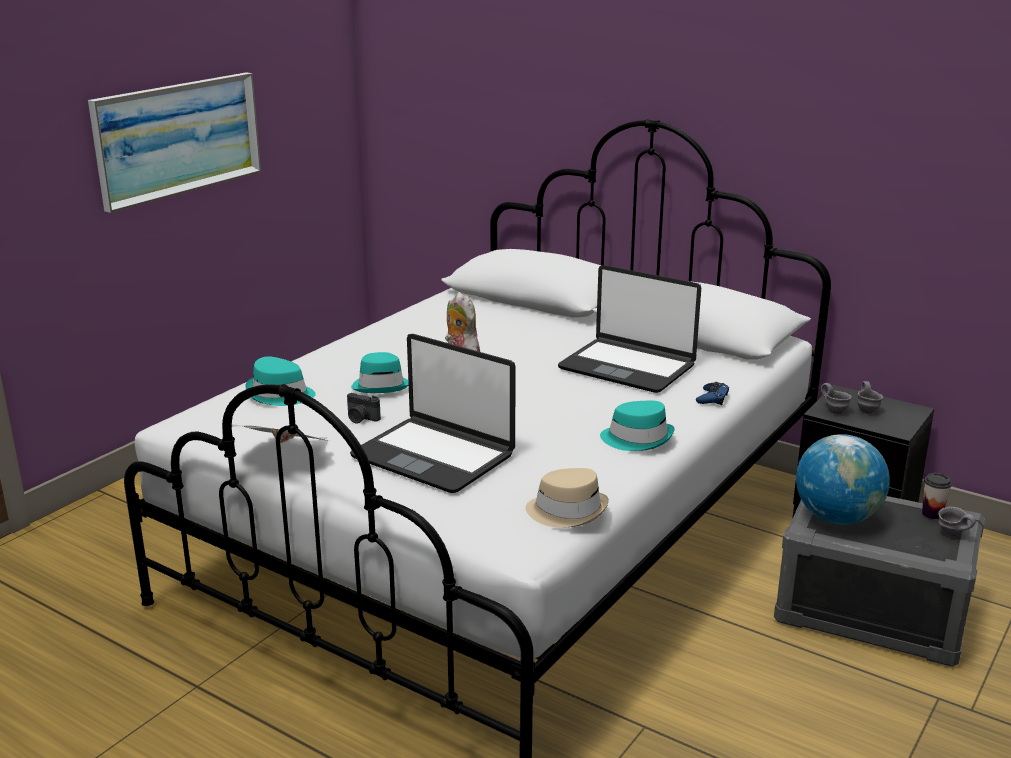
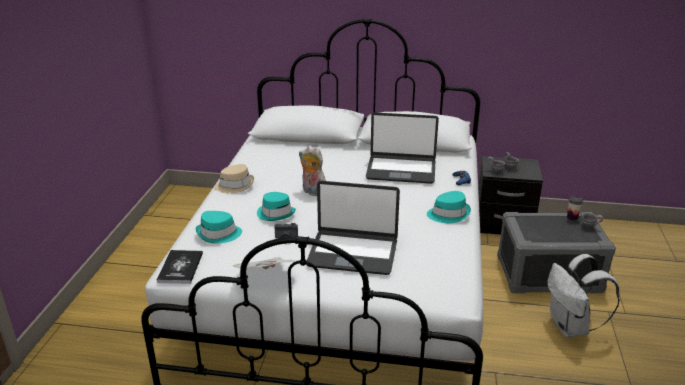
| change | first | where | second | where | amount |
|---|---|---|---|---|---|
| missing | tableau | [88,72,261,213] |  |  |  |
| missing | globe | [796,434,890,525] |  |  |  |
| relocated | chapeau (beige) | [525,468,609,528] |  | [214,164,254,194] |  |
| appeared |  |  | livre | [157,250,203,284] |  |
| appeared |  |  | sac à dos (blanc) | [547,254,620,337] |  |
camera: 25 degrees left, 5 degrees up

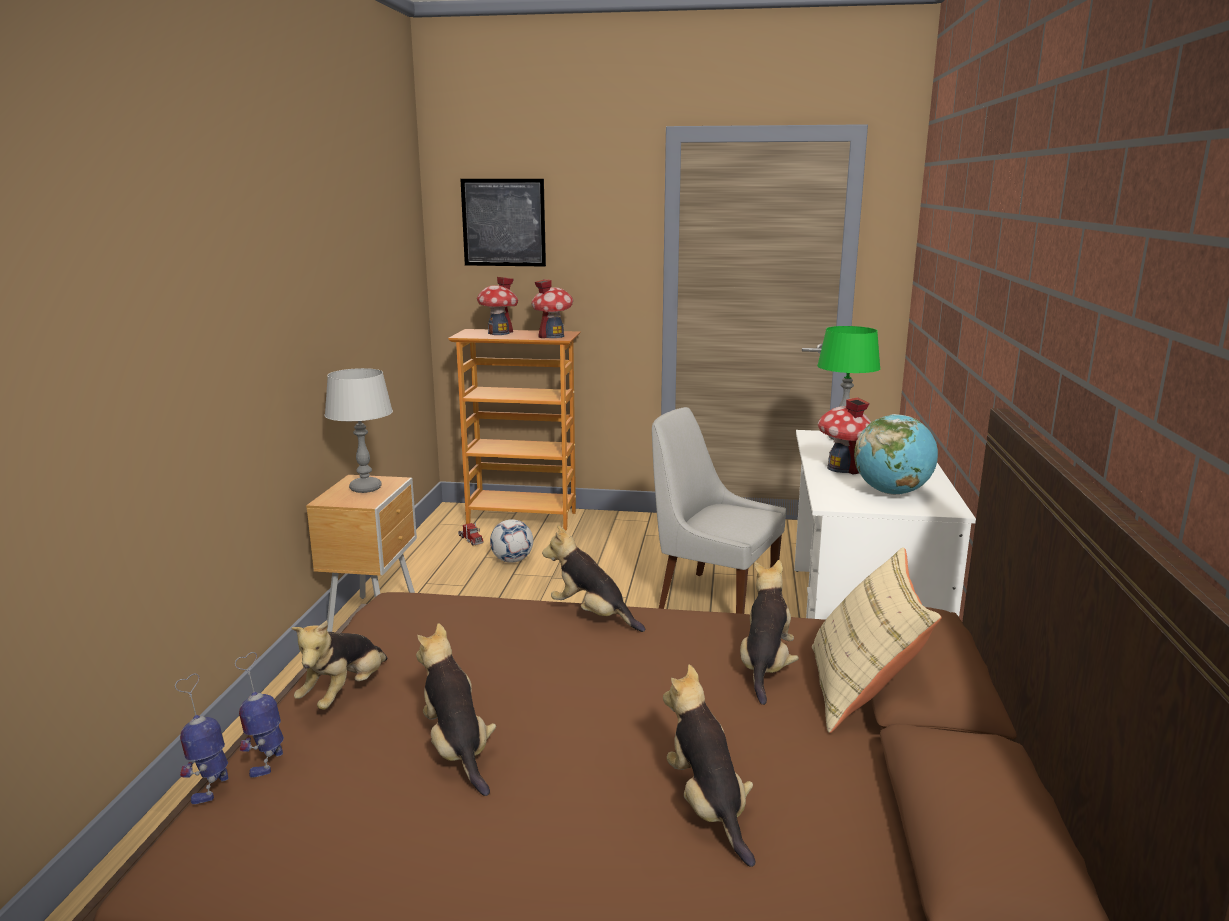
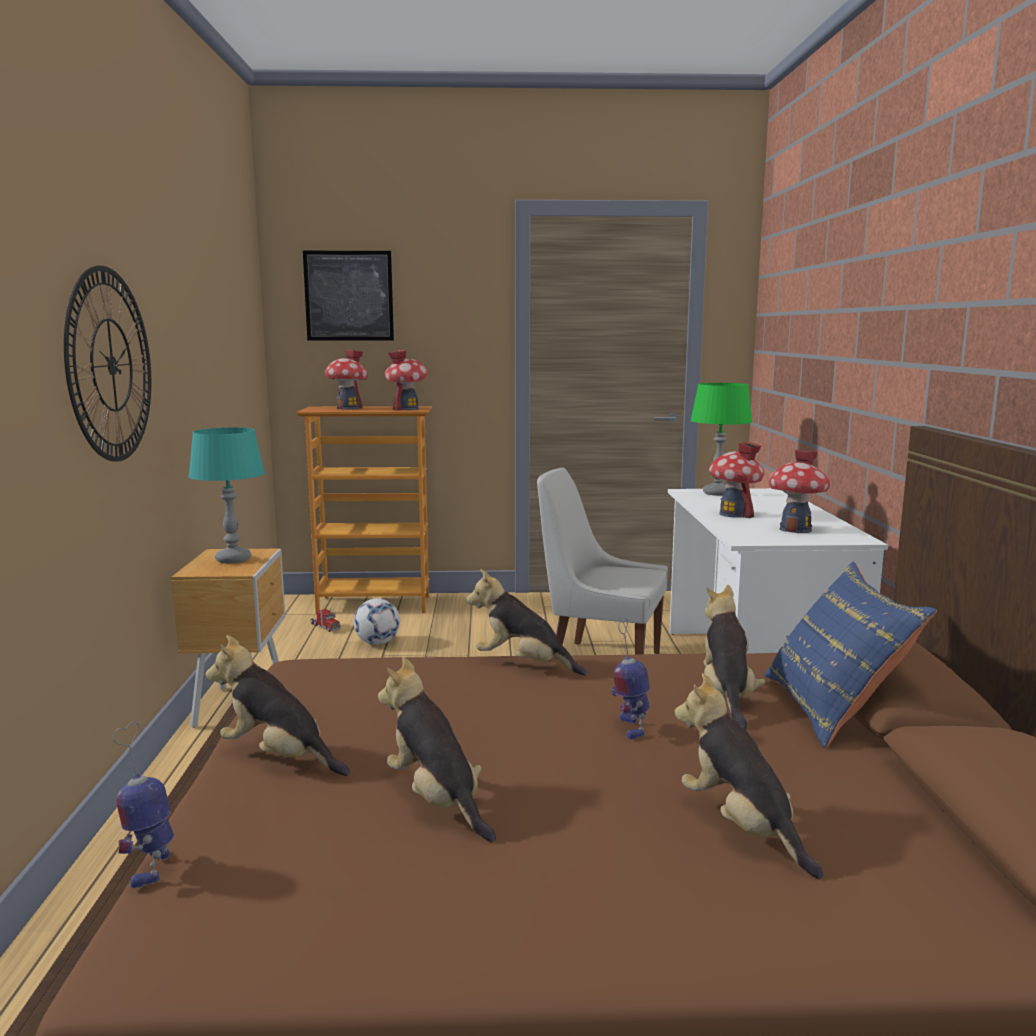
| change | first | where | second | where | amount |
|---|---|---|---|---|---|
| colour | lampe de table (gris) | [324,368,393,493] | lampe de table (turquoise) | [188,427,265,563] |  |
| exchanged | globe | [854,414,938,495] | maison miniature | [769,450,831,533] |  |
| colour | coussin (beige) | [812,547,942,733] | coussin (bleu) | [764,562,937,748] |  |
| spun | peluche | [291,620,388,710] |  | [206,635,350,776] | 105 degrees clockwise |
| relocated | robot jouet | [235,652,284,777] |  | [611,618,650,739] |  |
| appeared |  |  | horloge murale | [64,266,151,462] |  |
camera: 10 degrees left, 5 degrees down

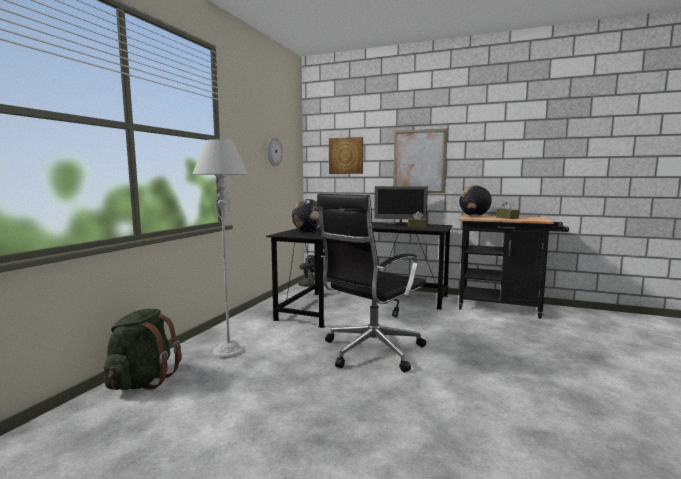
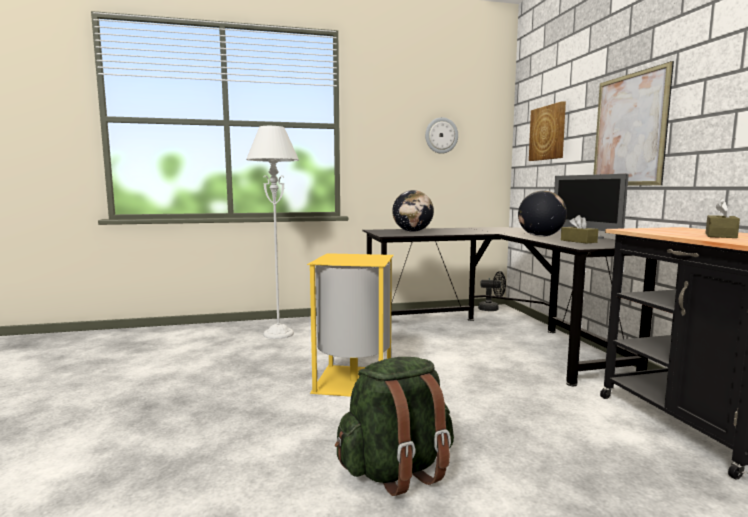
| change | first | where | second | where | amount |
|---|---|---|---|---|---|
| relocated | globe | [459,186,492,216] |  | [518,191,567,237] |  |
| exchanged | chaise de bureau (noir) | [317,194,426,372] | poubelle (jaune) | [307,253,394,397] |  |
| relocated | sac à dos (vert) | [104,309,182,390] |  | [335,357,454,496] |  |
camera: 55 degrees right, 0 degrees up

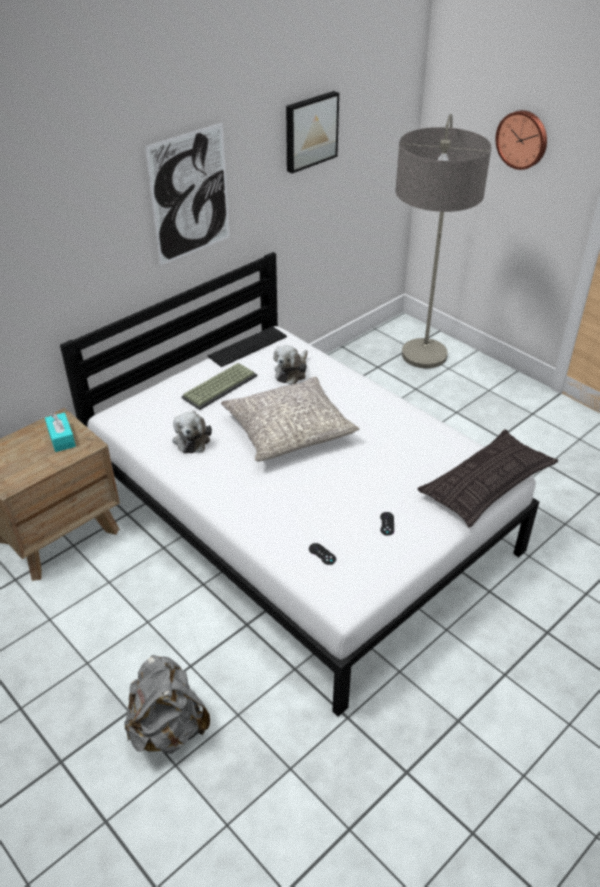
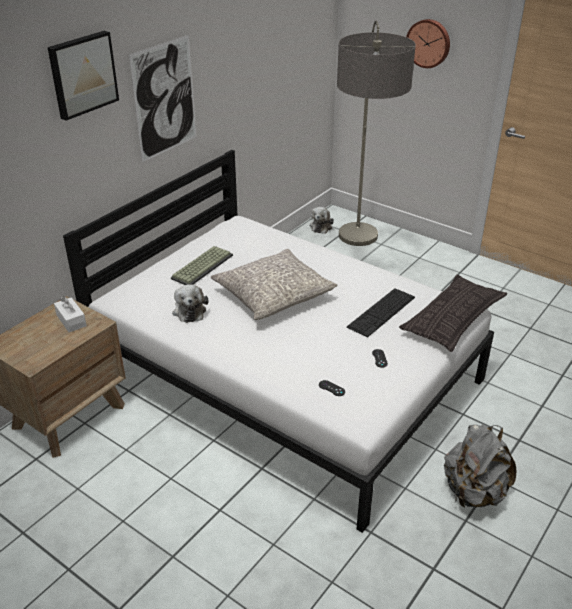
| change | first | where | second | where | amount |
|---|---|---|---|---|---|
| relocated | tableau | [286,91,339,174] |  | [47,31,119,121] |  |
| relocated | clavier | [207,326,287,367] |  | [347,288,415,337] |  |
| relocated | peluche | [273,345,308,385] |  | [310,207,334,234] |  |
| colour | boîte à mouchoirs (turquoise) | [45,413,76,452] | boîte à mouchoirs (blanc) | [54,297,87,332] |  |
| relocated | sac à dos (gris) | [124,655,210,754] |  | [444,424,516,508] |  |
camera: 10 degrees left, 5 degrees down

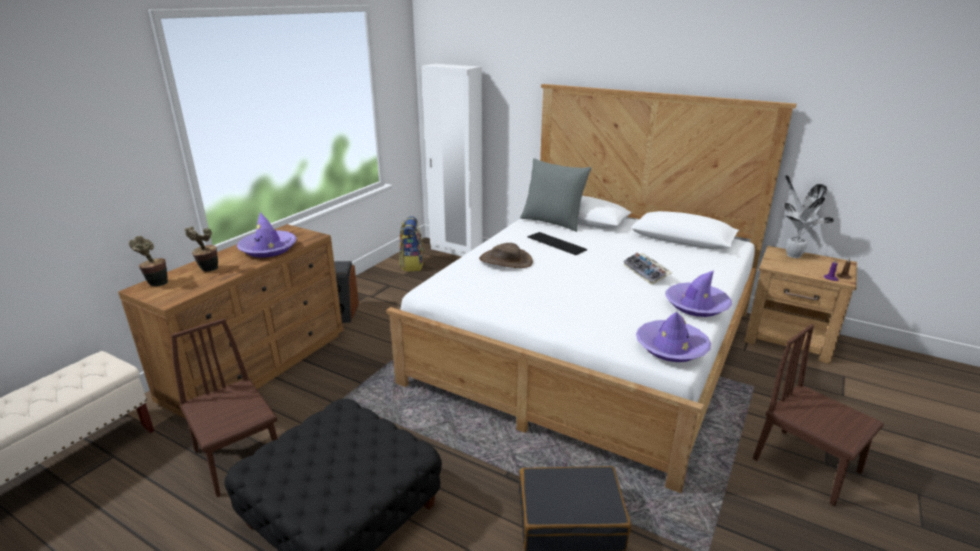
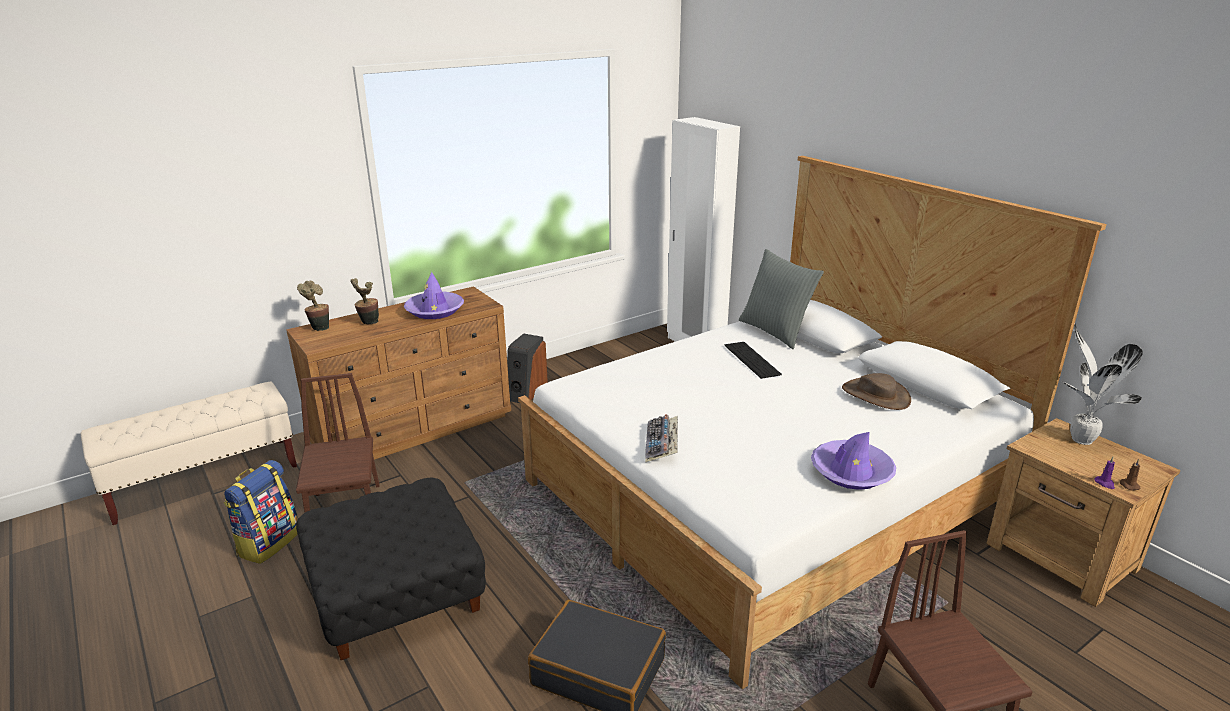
| change | first | where | second | where | amount |
|---|---|---|---|---|---|
| relocated | sac à dos | [399,216,424,271] |  | [224,460,298,564] |  |
| relocated | chapeau (marron) | [479,243,533,268] |  | [842,373,911,410] |  |
| relocated | clavier | [623,253,672,285] |  | [645,414,678,463] |  |
| missing | chapeau (violet) | [636,312,711,362] |  |  |  |
camera: 25 degrees right, 0 degrees up

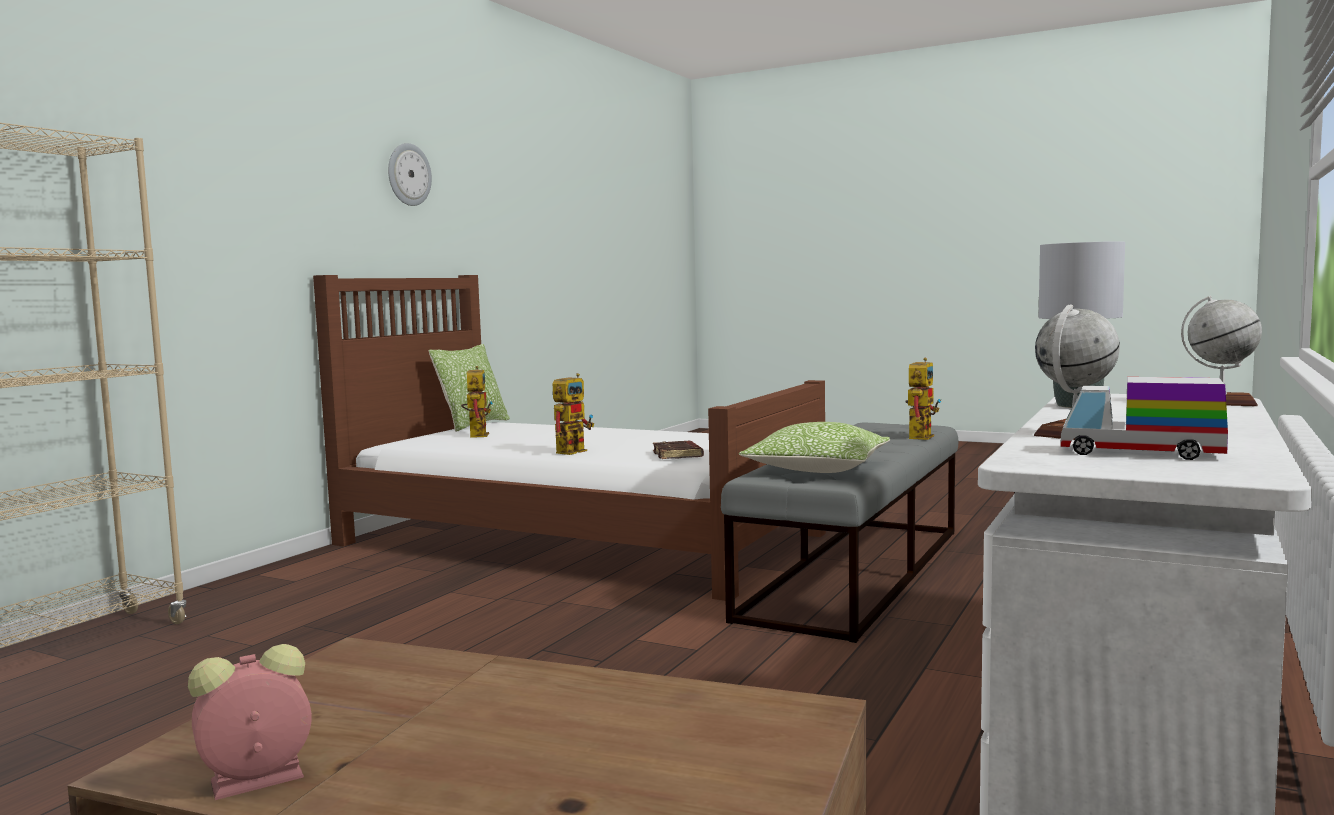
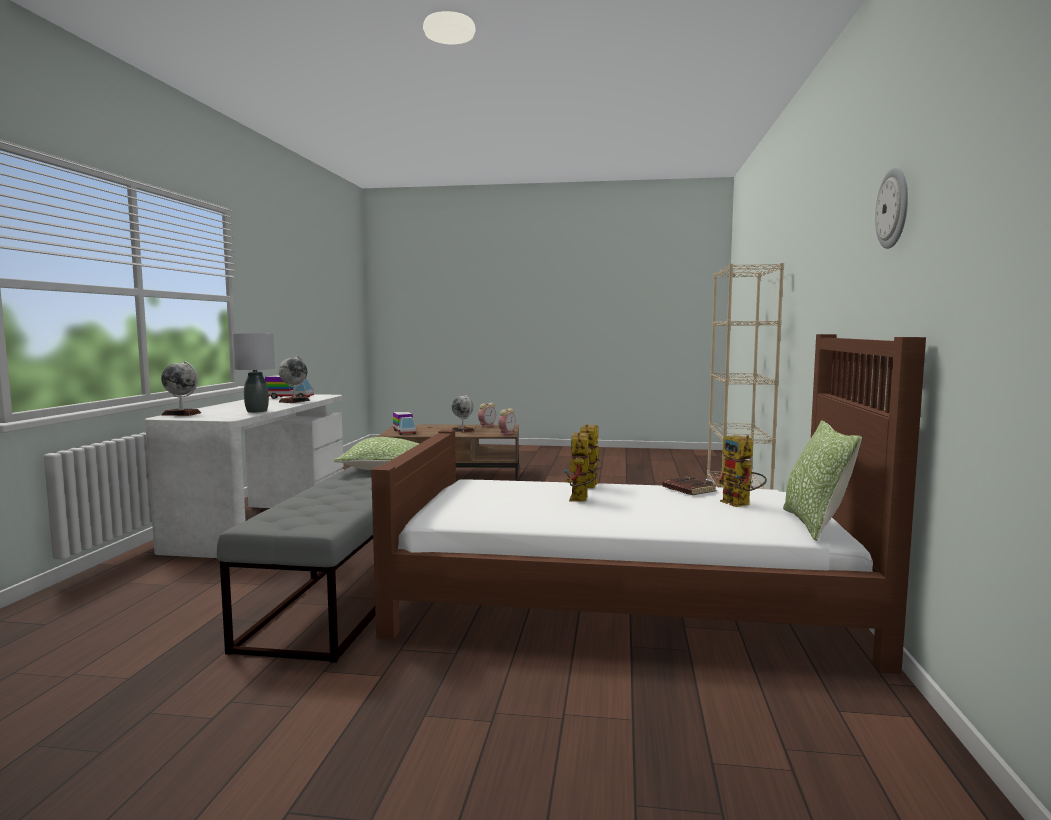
| change | first | where | second | where | amount |
|---|---|---|---|---|---|
| relocated | robot jouet | [905,358,941,440] |  | [564,432,597,501] |  |
| relocated | livre (marron) | [653,441,704,459] |  | [662,477,717,495] |  |
| appeared |  |  | globe | [452,395,474,433] |  |
| appeared |  |  | réveil | [499,408,516,435] |  |
| appeared |  |  | camion jouet | [393,412,416,435] |  |
camera: 160 degrees right, 0 degrees up

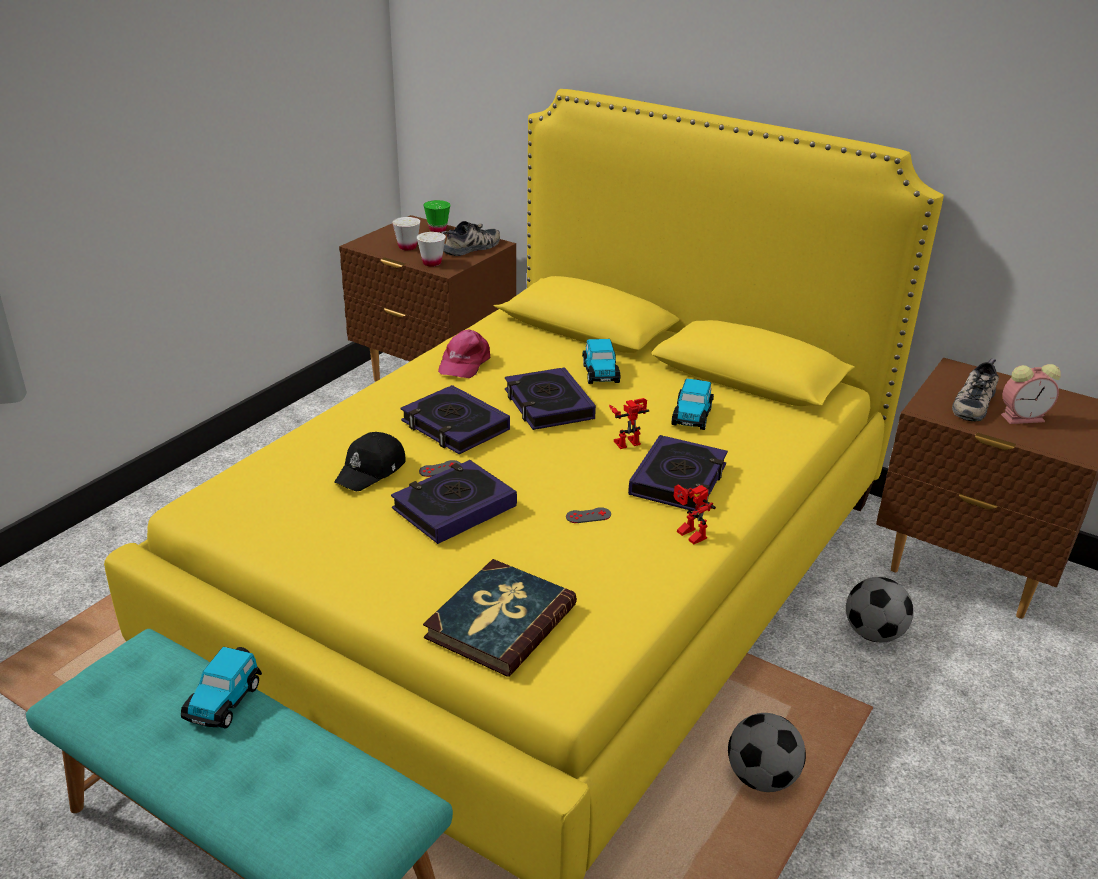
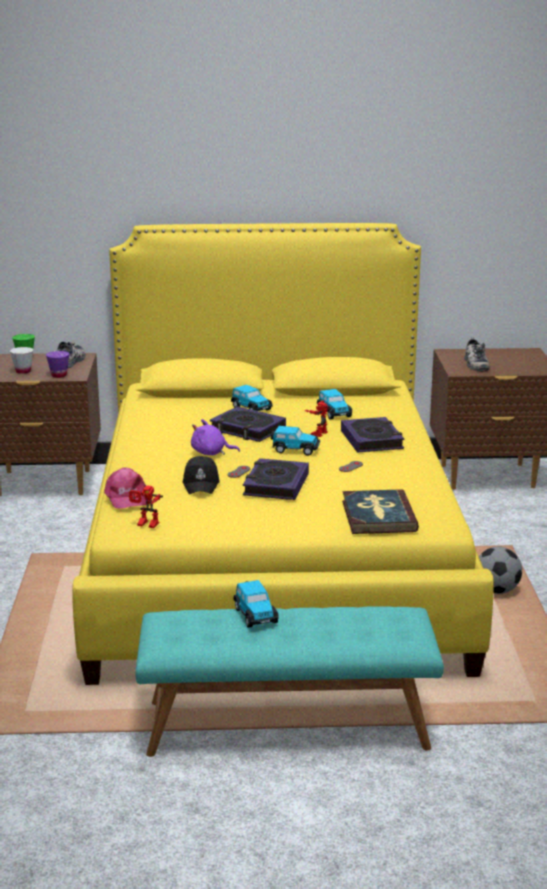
| change | first | where | second | where | amount |
|---|---|---|---|---|---|
| colour | tasse (blanc) | [417,232,446,266] | tasse (violet) | [46,351,69,378] |  |
| relocated | casquette (rose) | [438,329,490,378] |  | [104,467,146,509] |  |
| missing | réveil | [1001,364,1061,424] |  |  |  |
| exchanged | livre | [400,385,510,454] | peluche (violet) | [191,419,240,455] |  |
| relocated | robot jouet | [674,484,716,544] |  | [129,485,163,528] |  |
| missing | ballon de foot | [846,577,914,643] |  |  |  |
| appeared |  |  | petite voiture | [271,426,320,456] |  |
camera: 35 degrees left, 10 degrees down

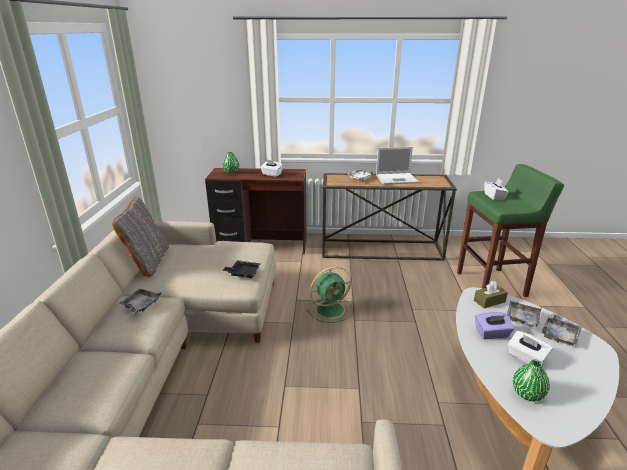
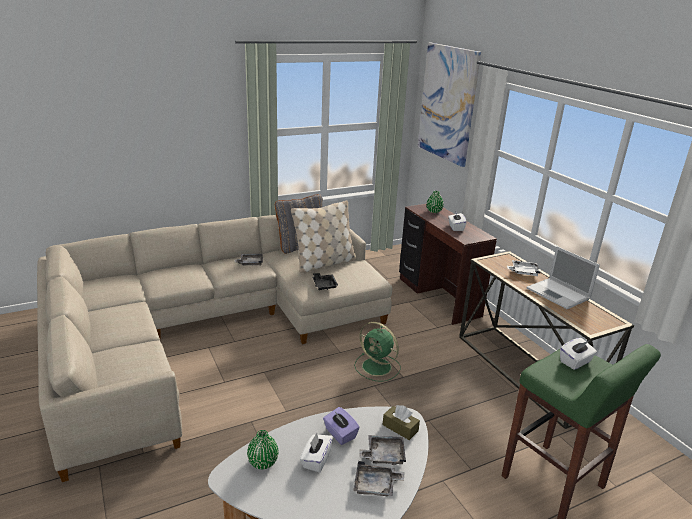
| change | first | where | second | where | amount |
|---|---|---|---|---|---|
| appeared |  |  | tableau | [418,43,481,167] |  |
| appeared |  |  | coussin (beige) | [291,200,356,273] |  |
camera: 60 degrees right, 0 degrees up

